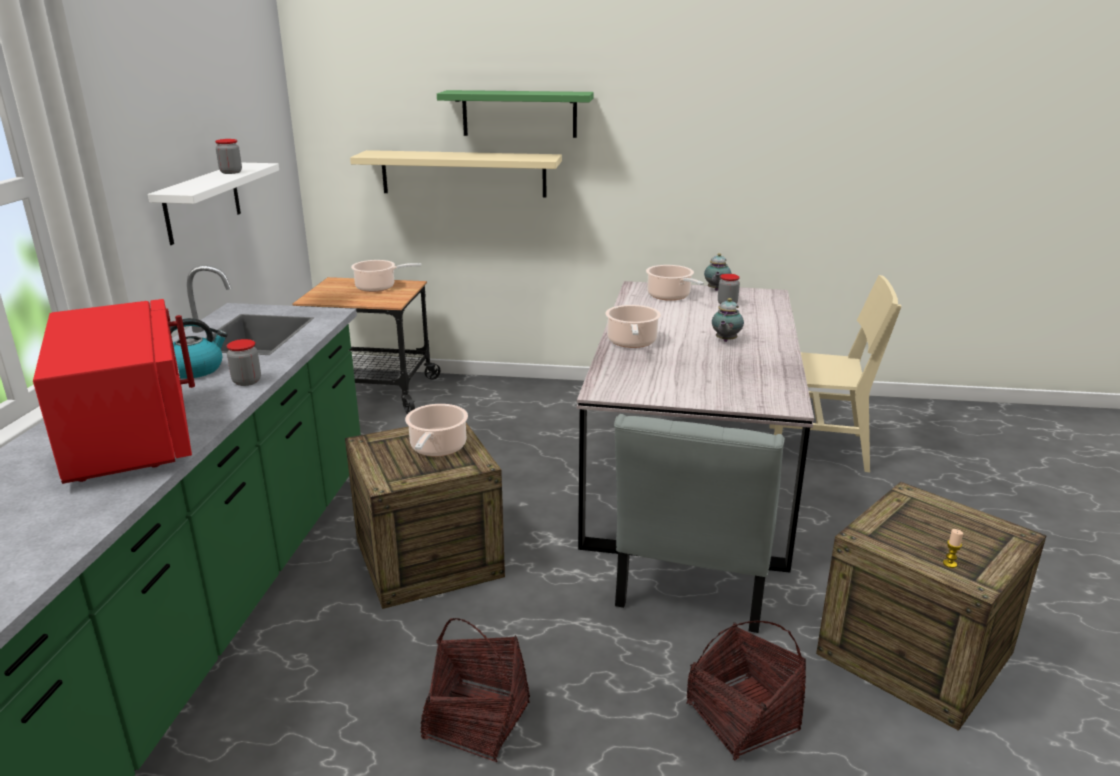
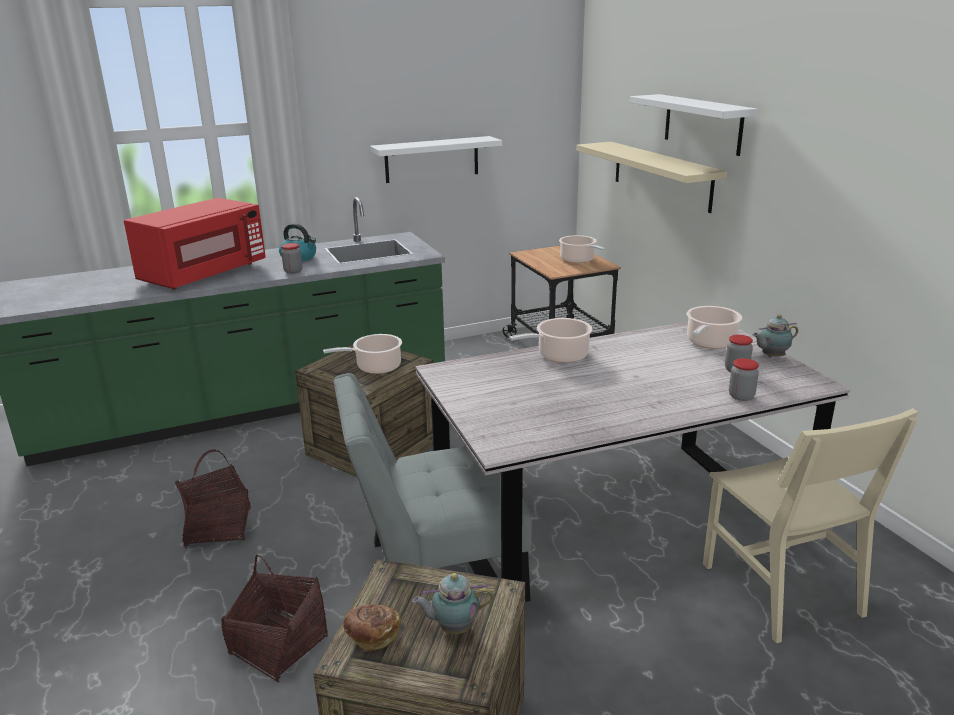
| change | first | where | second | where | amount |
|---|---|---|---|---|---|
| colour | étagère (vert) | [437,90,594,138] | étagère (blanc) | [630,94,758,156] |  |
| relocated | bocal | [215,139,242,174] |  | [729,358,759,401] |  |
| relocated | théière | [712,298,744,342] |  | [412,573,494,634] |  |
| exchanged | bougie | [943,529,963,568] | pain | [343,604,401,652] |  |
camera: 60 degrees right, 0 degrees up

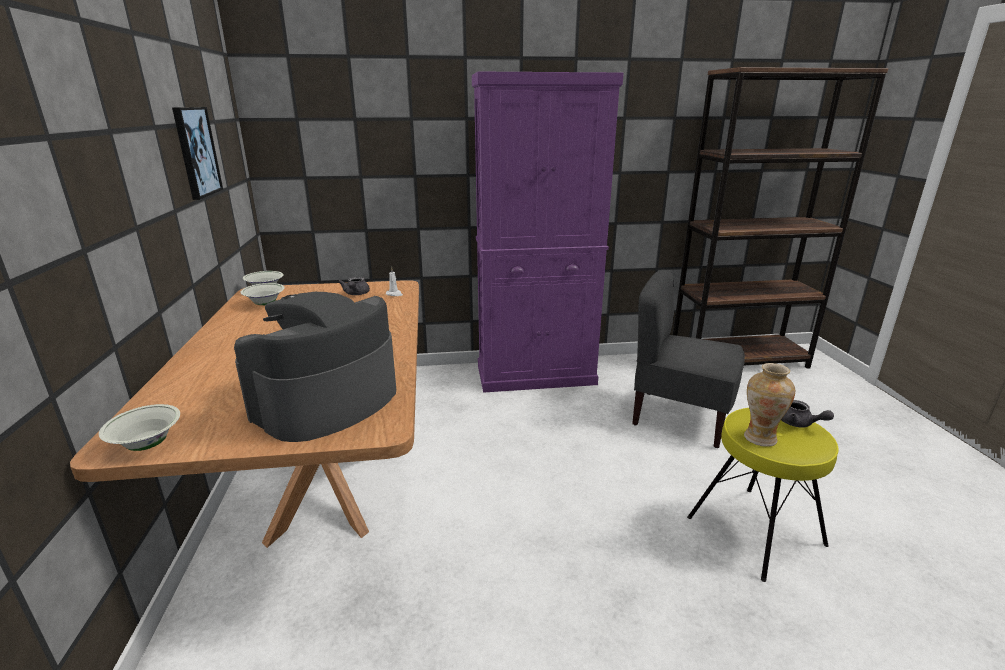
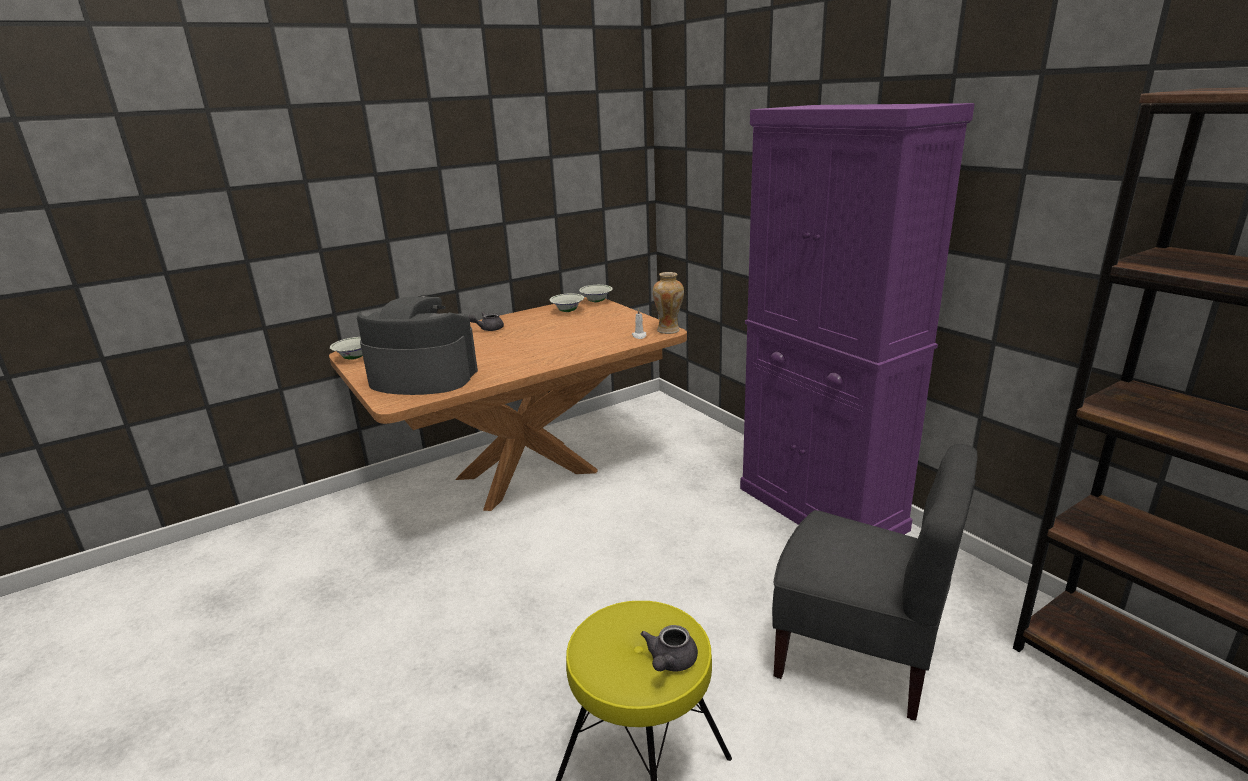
| change | first | where | second | where | amount |
|---|---|---|---|---|---|
| missing | tableau | [172,107,223,200] |  |  |  |
| spun | chaise (gris) | [632,270,745,448] |  | [772,444,977,721] | 120 degrees clockwise |
| relocated | théière (gris) | [338,277,370,295] |  | [468,312,504,331] |  |
| relocated | vase | [744,363,795,447] |  | [653,272,684,334] |  |
camera: 65 degrees right, 0 degrees up

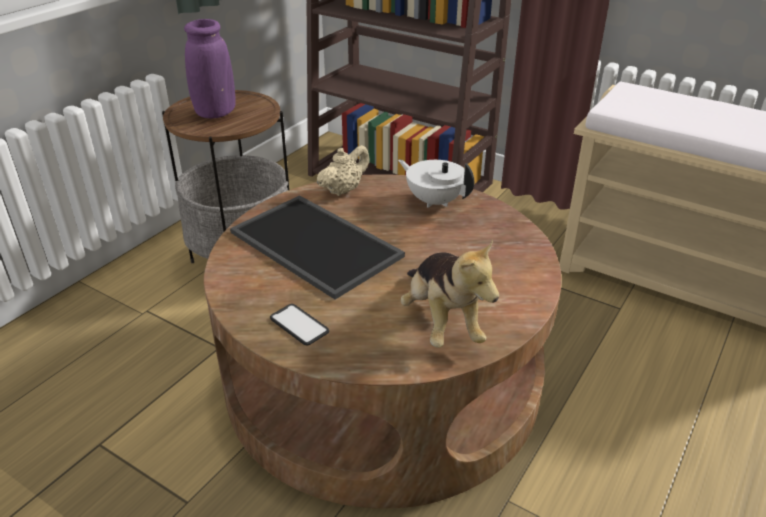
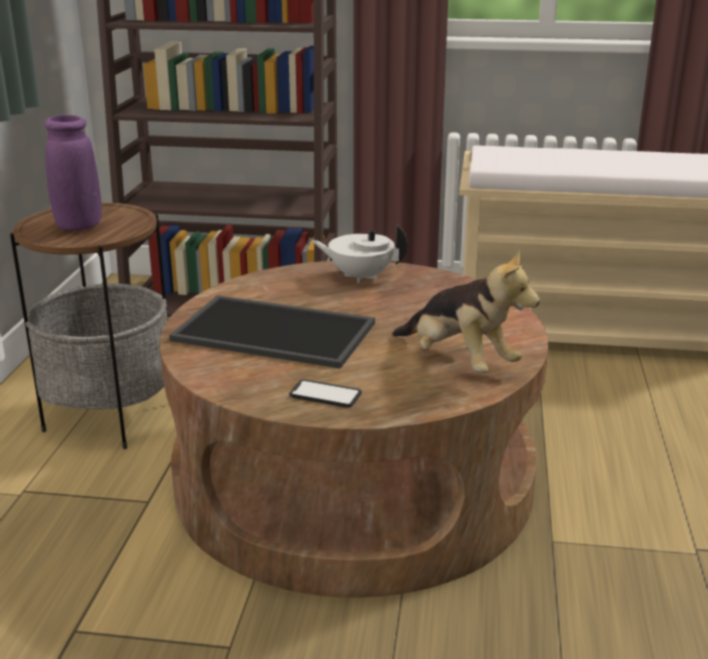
| change | first | where | second | where | amount |
|---|---|---|---|---|---|
| missing | théière (beige) | [317,145,370,196] |  |  |  |
camera: 25 degrees left, 10 degrees down

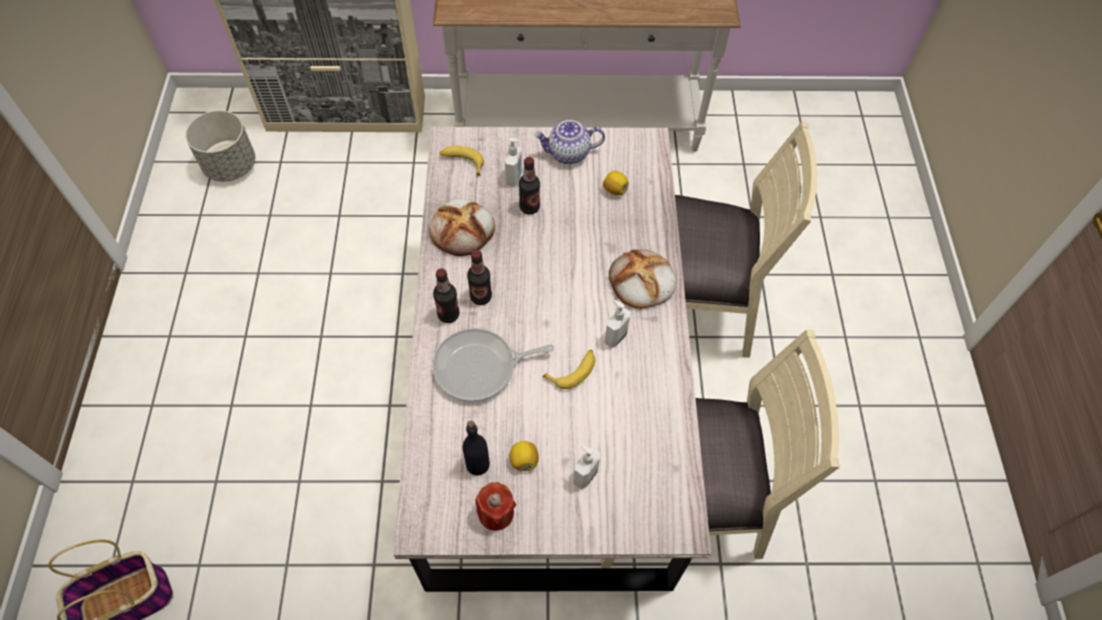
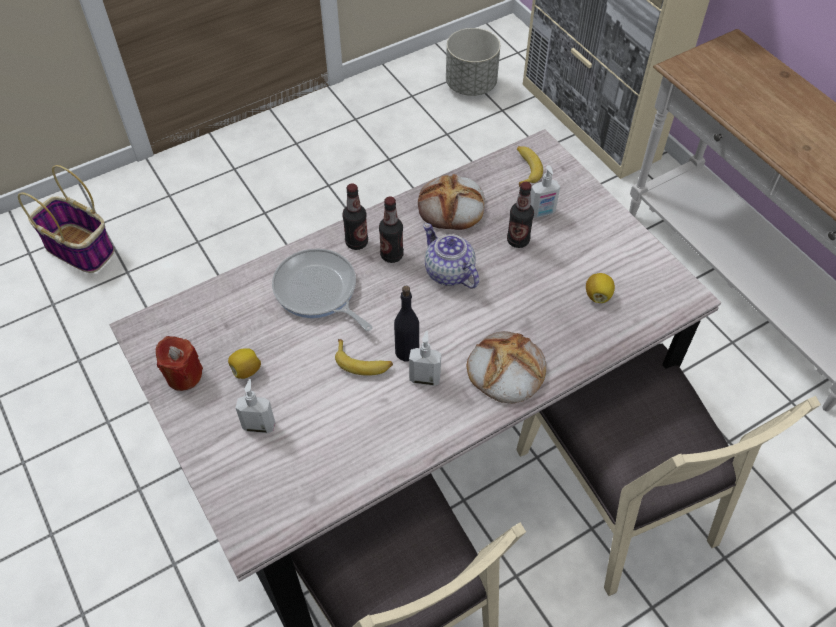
| change | first | where | second | where | amount |
|---|---|---|---|---|---|
| relocated | théière | [534,120,605,164] |  | [423,223,479,289] |  |
| relocated | bouteille (noir) | [462,421,490,476] |  | [394,286,419,361] |  |
camera: 60 degrees right, 5 degrees down

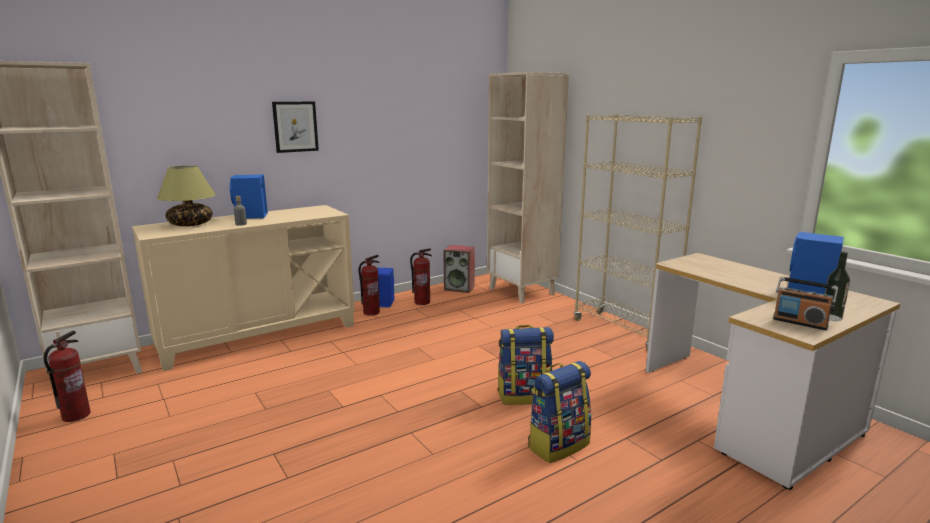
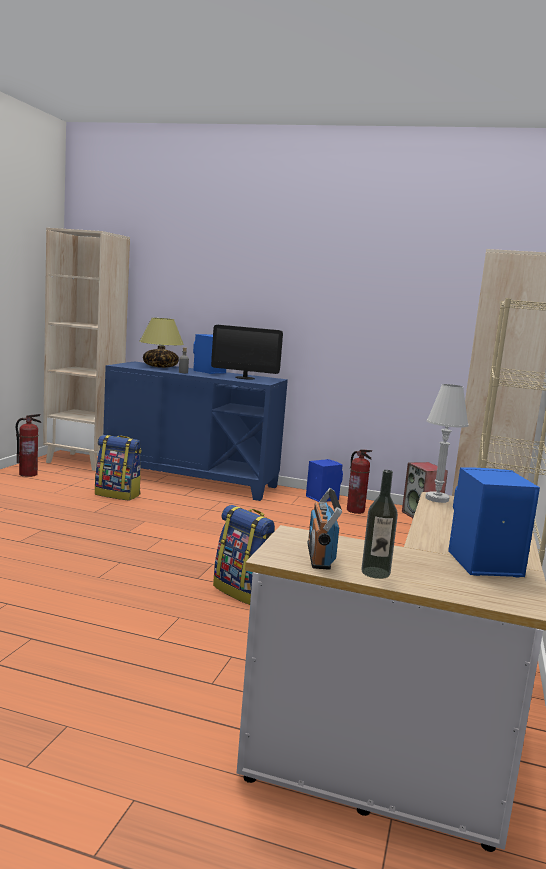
| change | first | where | second | where | amount |
|---|---|---|---|---|---|
| missing | tableau | [272,102,319,153] |  |  |  |
| colour | meuble de rangement (beige) | [132,205,355,371] | meuble de rangement (bleu) | [103,362,288,501] |  |
| missing | extincteur | [358,255,380,316] |  |  |  |
| relocated | sac à dos | [528,361,591,463] |  | [95,435,141,501] |  |
| appeared |  |  | écran d'ordinateur | [211,325,283,380] |  |
| appeared |  |  | lampe de table (blanc) | [425,384,468,503] |  |
camera: 50 degrees right, 5 degrees down

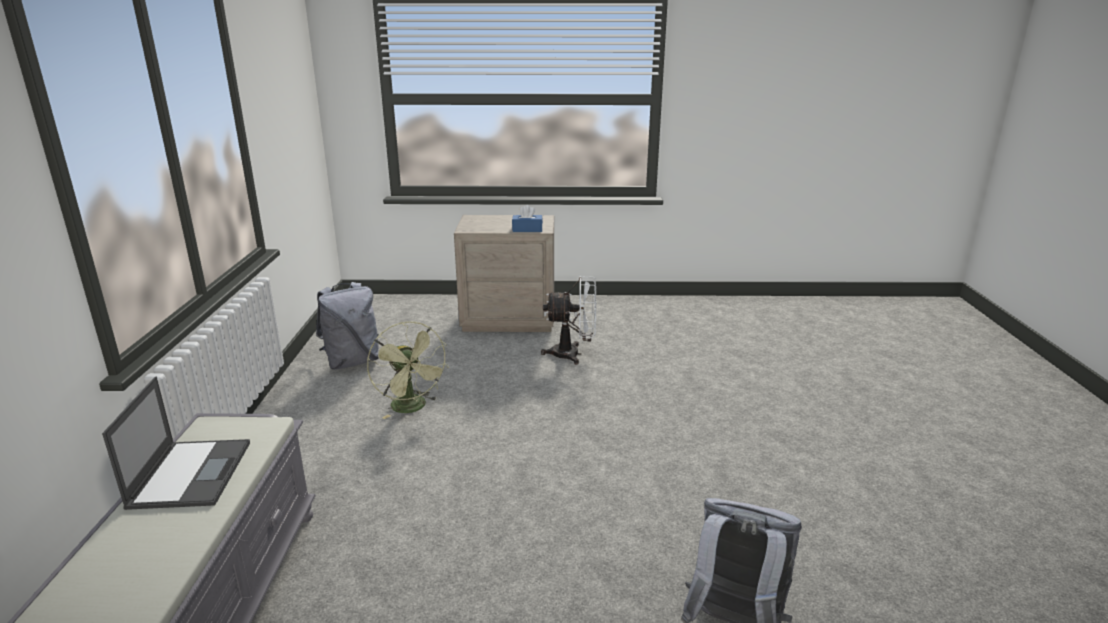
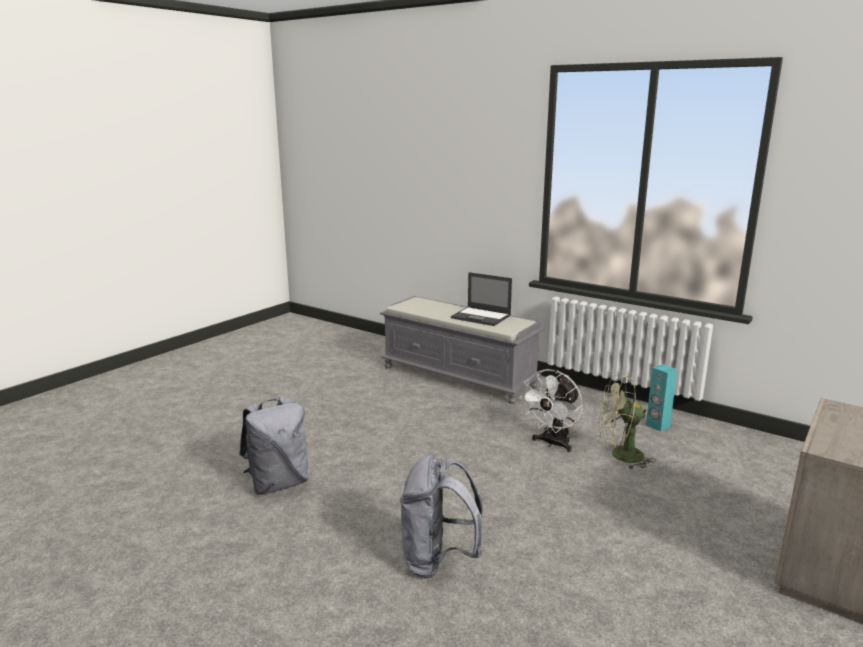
| change | first | where | second | where | amount |
|---|---|---|---|---|---|
| missing | boîte à mouchoirs (bleu) | [512,205,543,232] |  |  |  |
| relocated | ventilateur (blanc) | [541,276,596,364] |  | [519,369,582,452] |  |
| relocated | sac à dos (gris) | [316,282,379,370] |  | [400,454,483,578] |  |
| appeared |  |  | enceinte (turquoise) | [646,364,677,432] |  |
camera: 125 degrees right, 5 degrees down

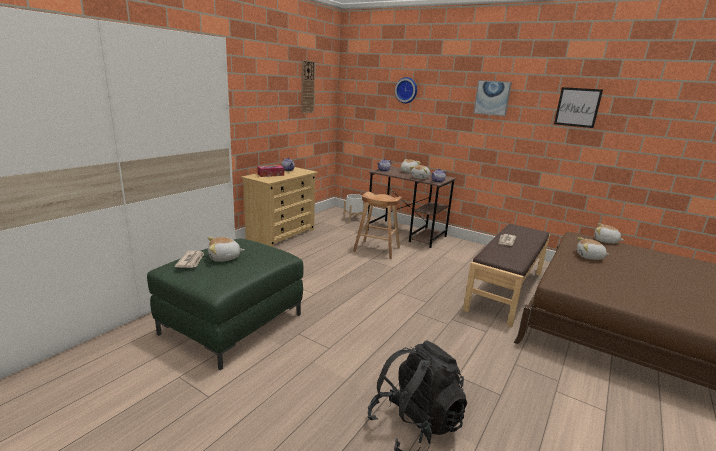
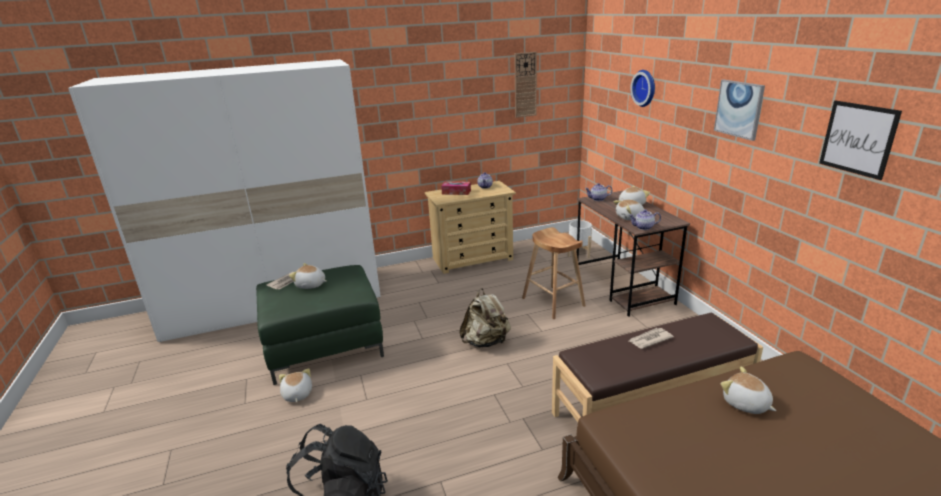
| change | first | where | second | where | amount |
|---|---|---|---|---|---|
| relocated | peluche | [594,223,624,243] |  | [279,368,312,402] |  |
| appeared |  |  | sac à dos (beige) | [459,288,511,347] |  |
camera: 40 degrees right, 5 degrees up

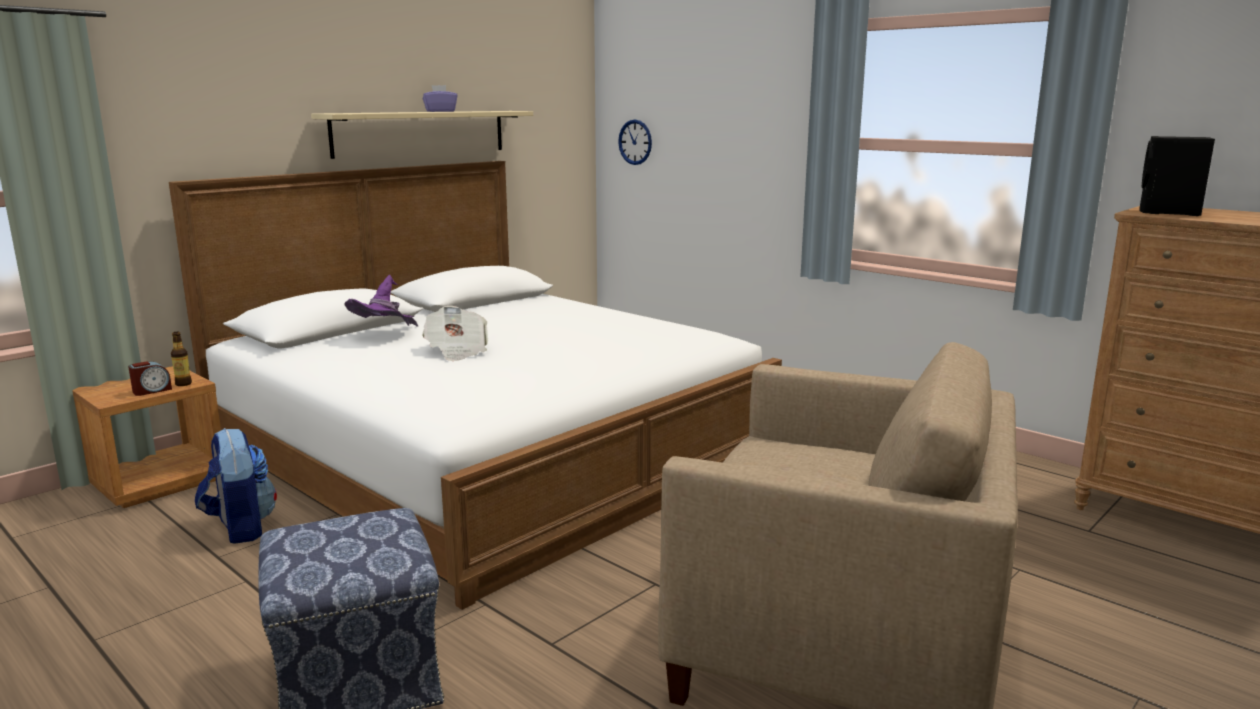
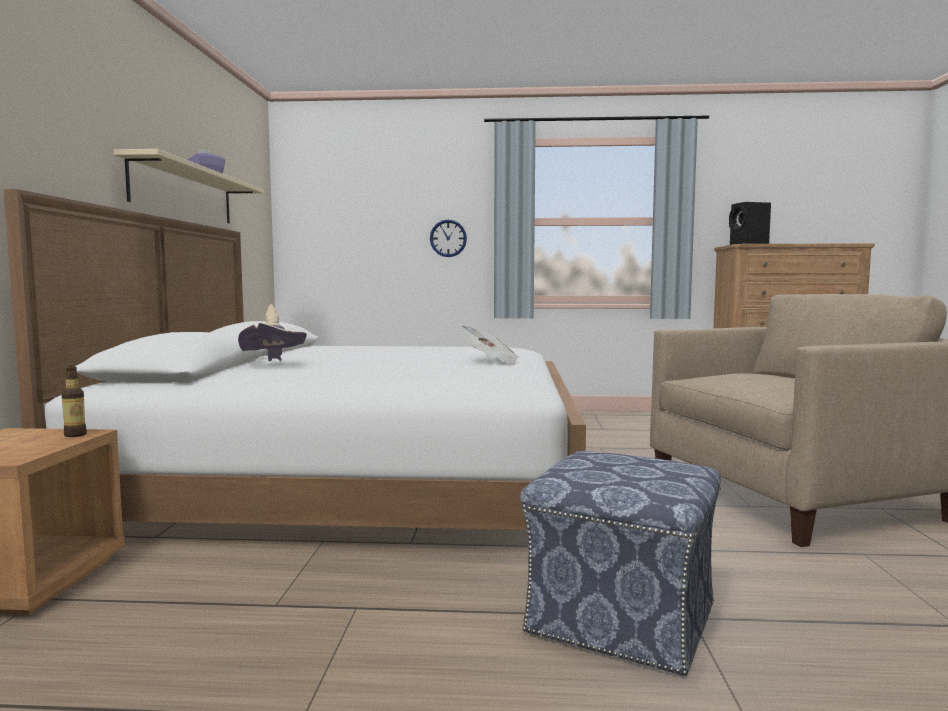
| change | first | where | second | where | amount |
|---|---|---|---|---|---|
| relocated | horloge murale | [618,120,652,165] |  | [430,220,467,257] |  |
| colour | chapeau (violet) | [344,275,418,327] | chapeau (beige) | [238,304,307,361] |  |
| relocated | journal | [422,306,488,361] |  | [460,326,519,364] |  |
| missing | réveil | [128,361,172,396] |  |  |  |
| missing | sac à dos | [195,428,277,544] |  |  |  |
camera: 40 degrees left, 10 degrees down

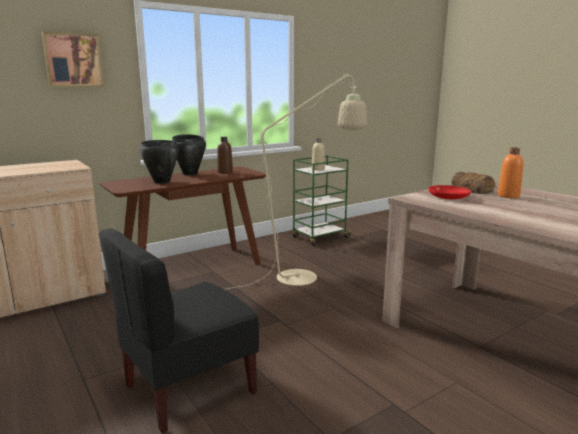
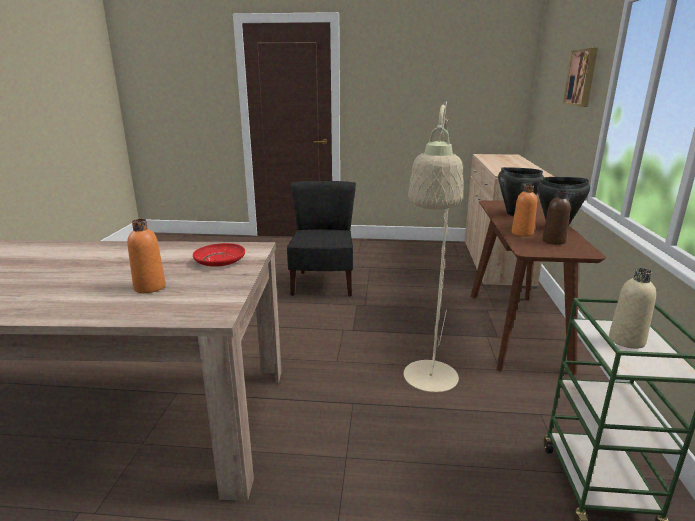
| change | first | where | second | where | amount |
|---|---|---|---|---|---|
| missing | pain | [451,172,495,194] |  |  |  |
| appeared |  |  | bouteille (orange) | [512,184,537,236] |  |
camera: 130 degrees right, 5 degrees up

